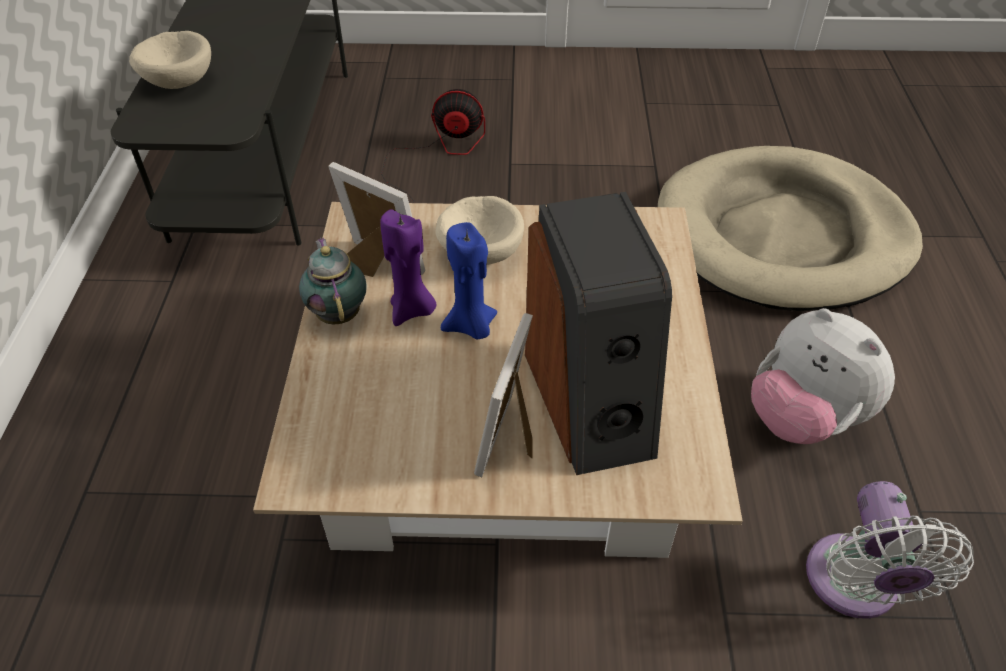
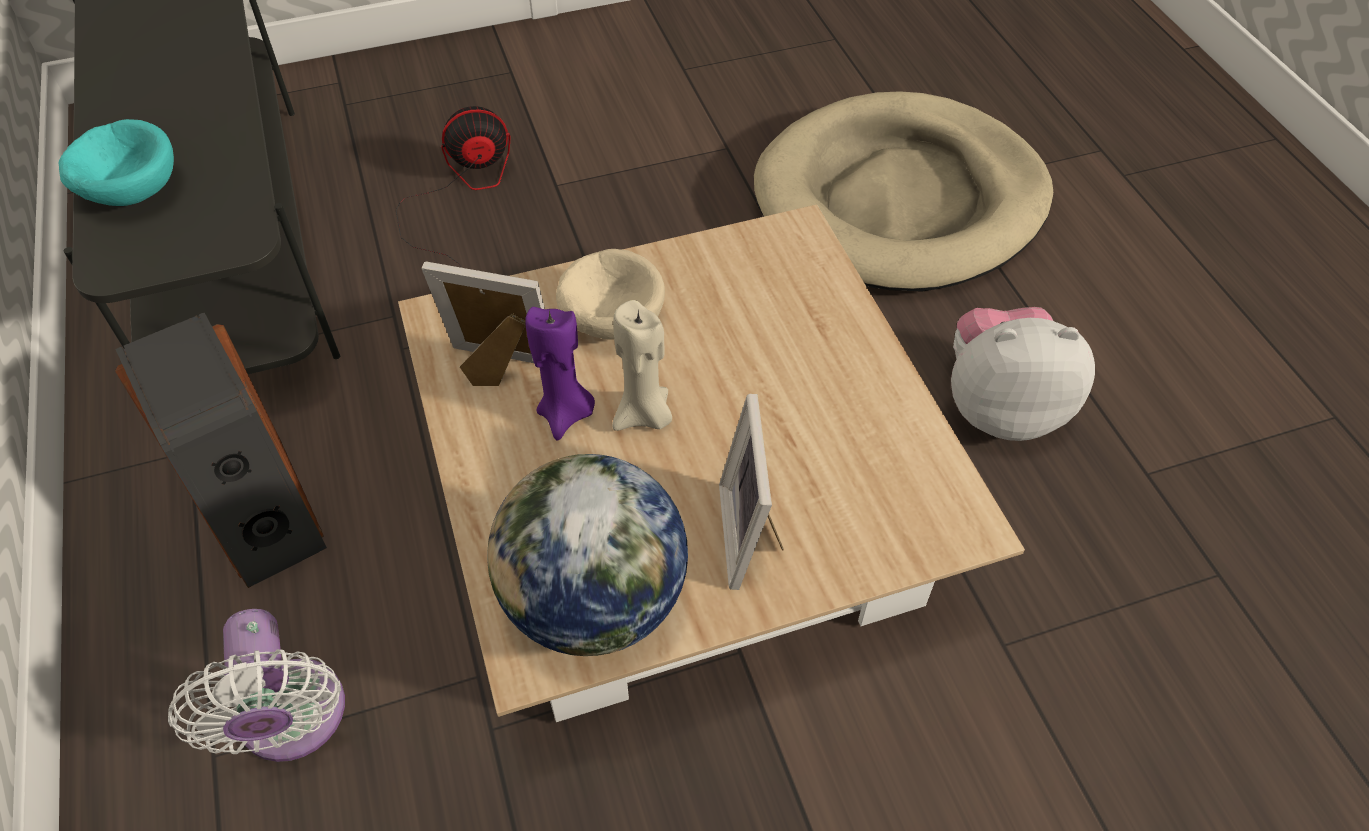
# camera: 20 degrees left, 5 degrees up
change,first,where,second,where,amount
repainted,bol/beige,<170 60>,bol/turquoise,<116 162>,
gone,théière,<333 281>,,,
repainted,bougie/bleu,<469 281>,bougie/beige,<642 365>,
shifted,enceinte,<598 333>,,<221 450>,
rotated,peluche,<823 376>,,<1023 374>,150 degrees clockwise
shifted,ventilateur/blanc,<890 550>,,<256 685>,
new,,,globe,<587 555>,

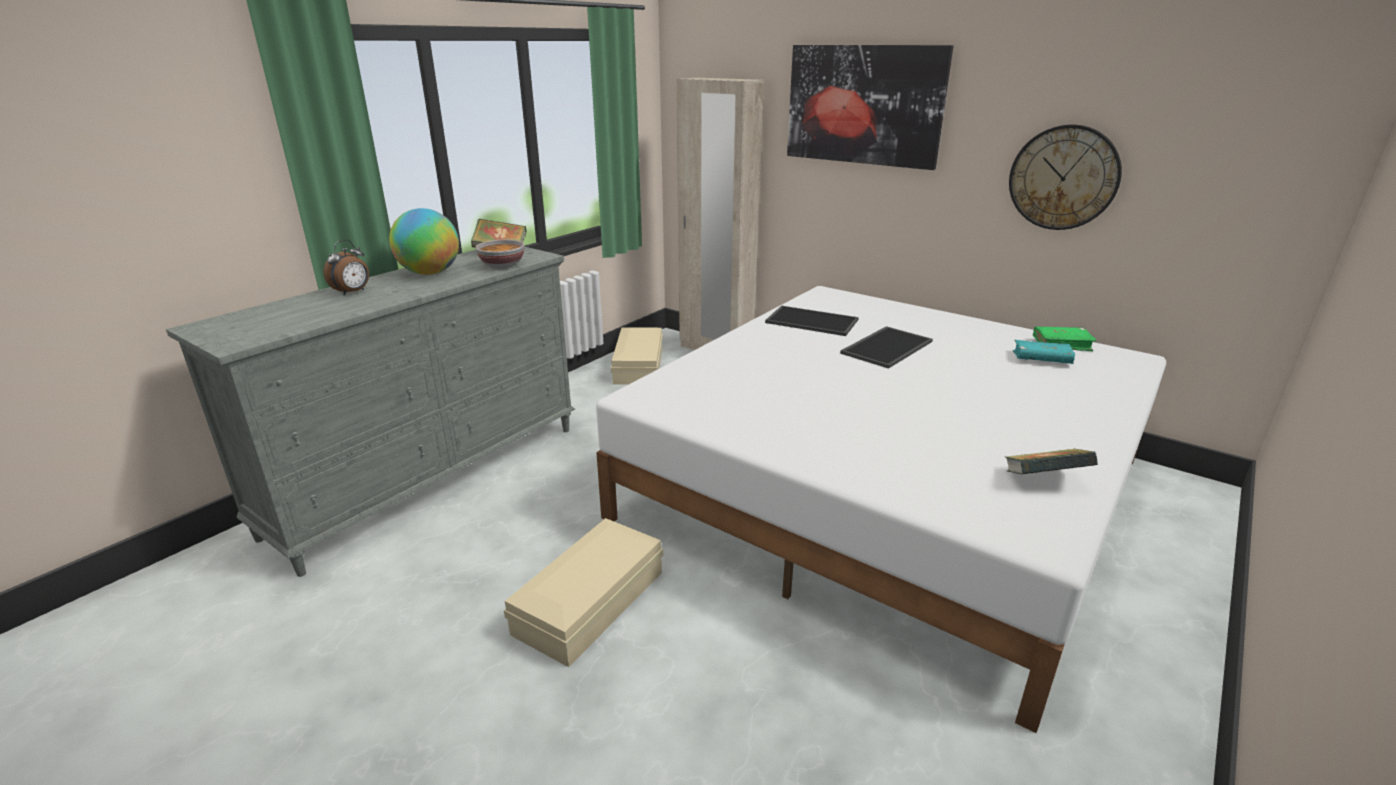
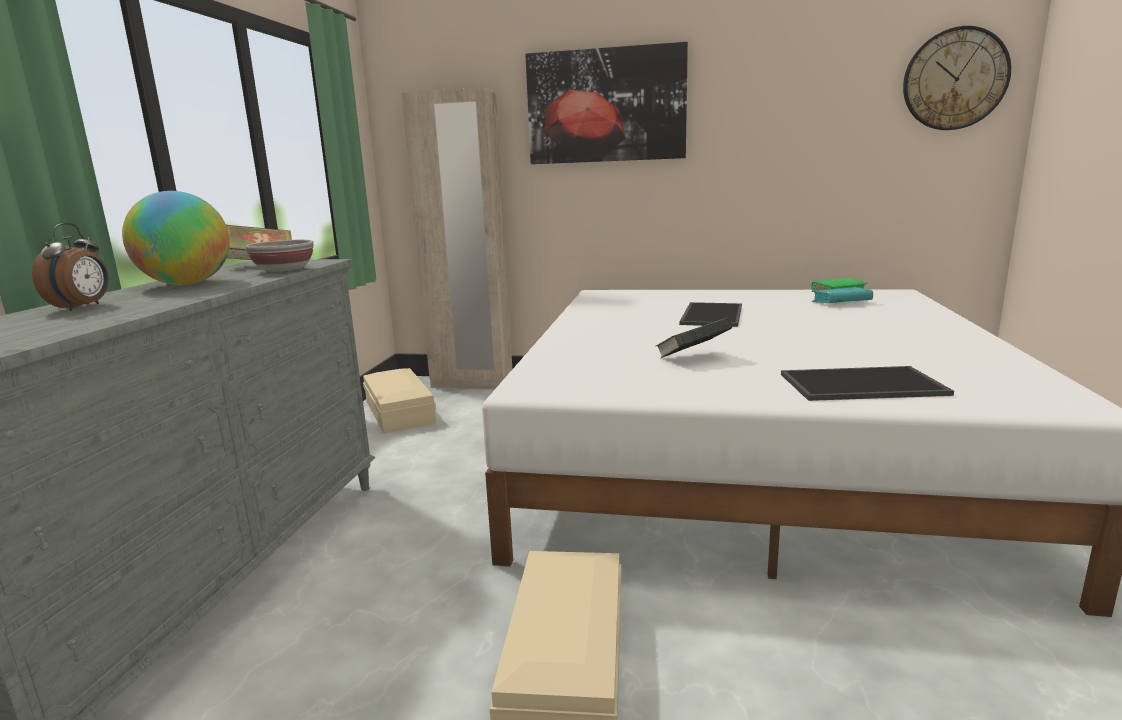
# camera: 25 degrees left, 10 degrees down
change,first,where,second,where,amount
shifted,plateau,<812 321>,,<867 383>,
shifted,livre,<1051 461>,,<694 338>,
shifted,horloge murale,<1065 177>,,<957 78>,

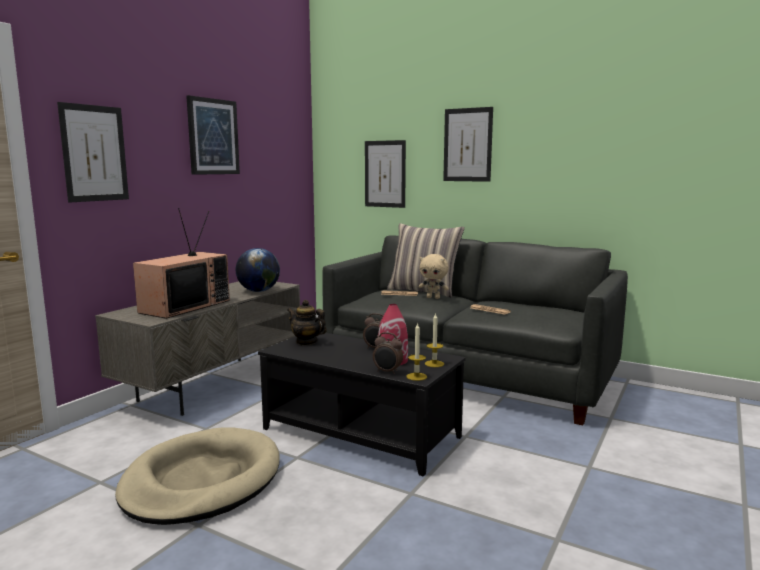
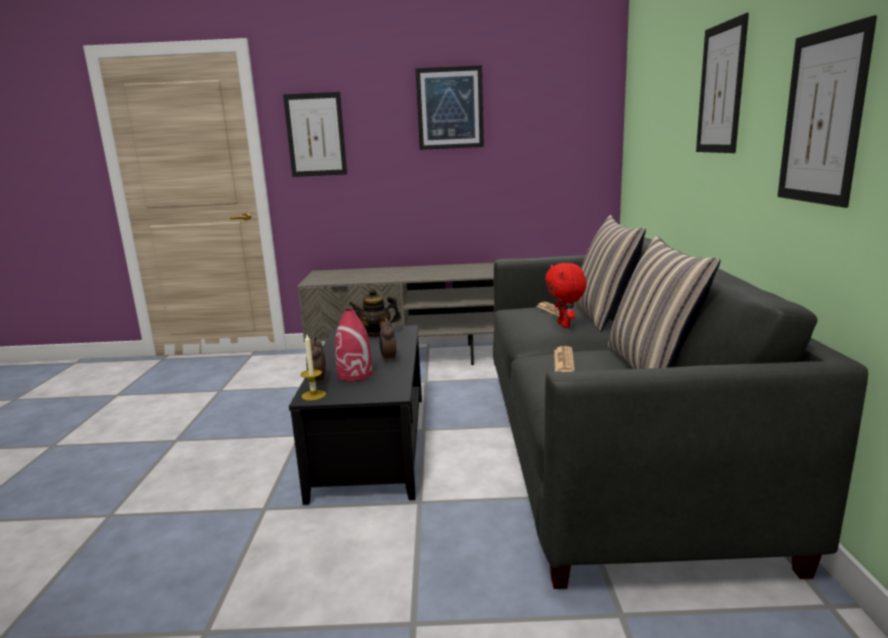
# camera: 60 degrees right, 5 degrees up
change,first,where,second,where,amount
gone,panier pour chien/beige,<197 476>,,,
gone,téléviseur,<181 263>,,,
gone,globe,<258 270>,,,
rotated,théière,<307 322>,,<375 313>,90 degrees counterclockwise
shifted,tableau,<385 174>,,<827 111>,
repainted,peluche/beige,<434 276>,peluche/rouge,<566 295>,
gone,bougie,<434 340>,,,
new,,,coussin,<664 302>,

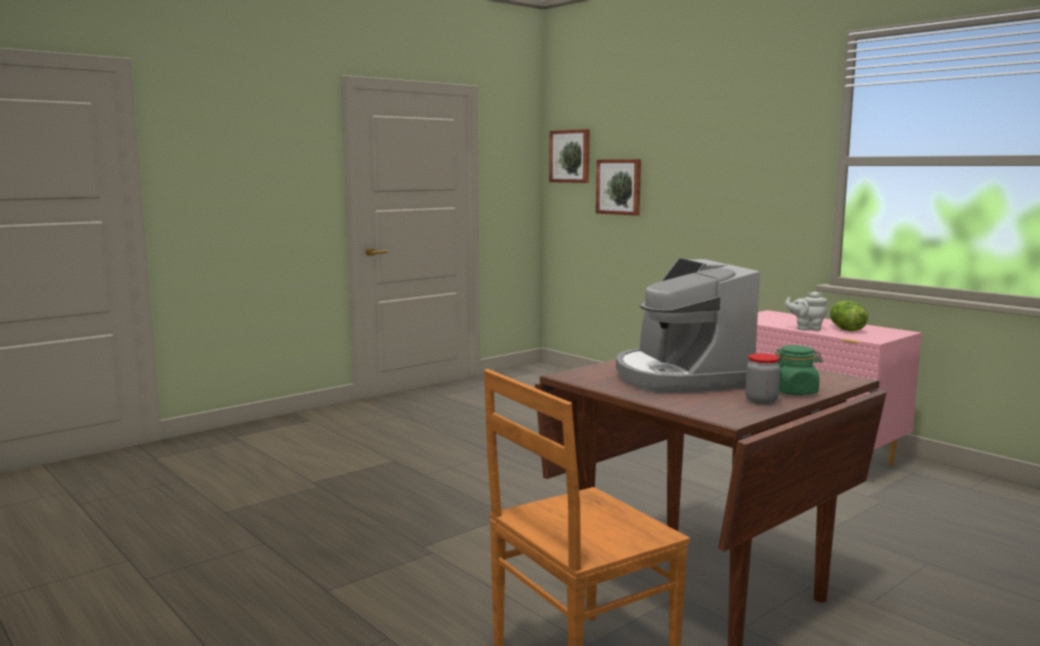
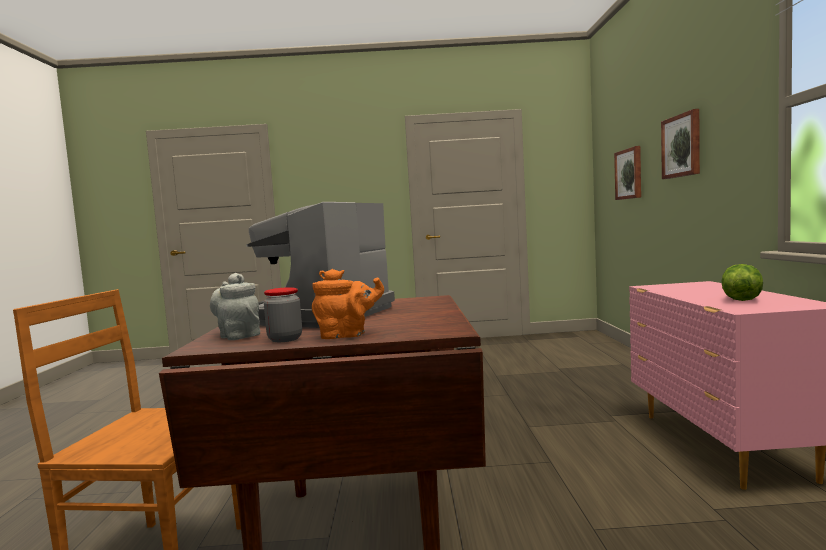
# camera: 40 degrees right, 5 degrees down
change,first,where,second,where,amount
shifted,tableau,<569 156>,,<680 144>,
swapped,bocal/vert,<799 370>,théière/orange,<348 304>,
shifted,théière/gris,<806 311>,,<235 306>,

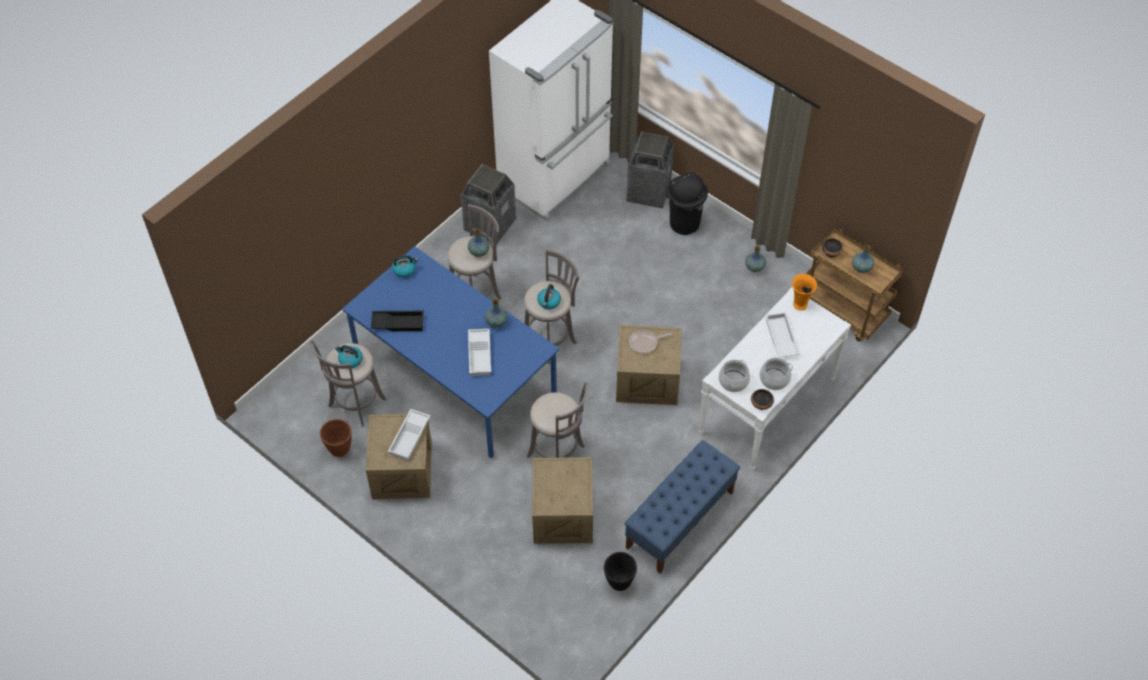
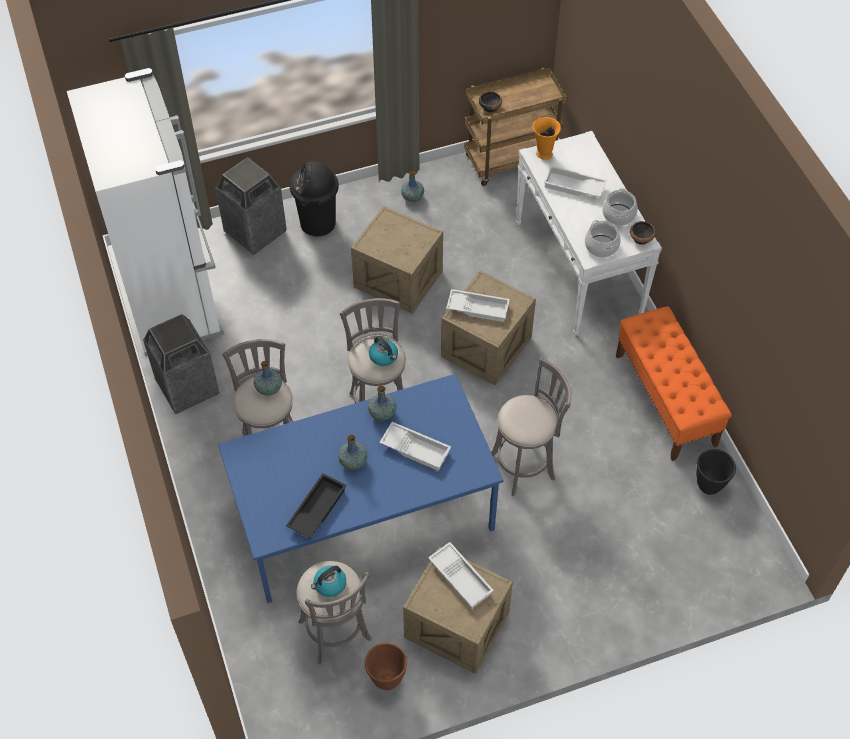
# camera: 60 degrees left, 0 degrees up
change,first,where,second,where,amount
gone,bouilloire,<405 266>,,,
shifted,caisse,<562 500>,,<397 260>,
repainted,banc/bleu,<682 507>,banc/orange,<674 383>,
swapped,poêle,<650 342>,plateau/blanc,<478 305>,
shifted,vase,<863 259>,,<353 452>,

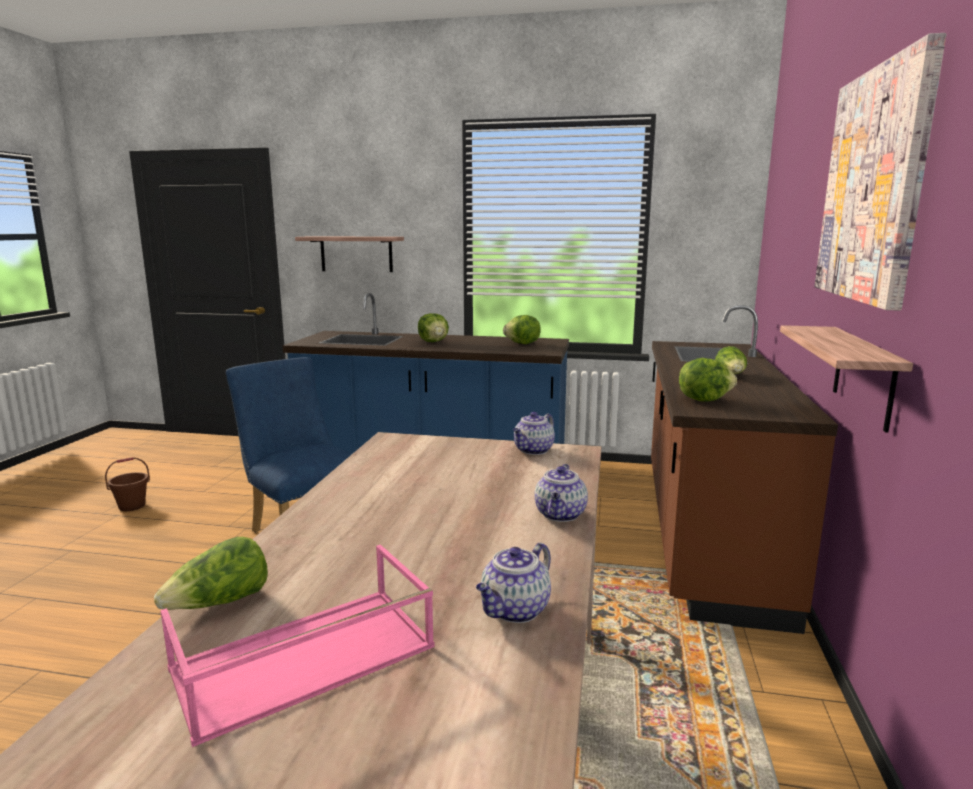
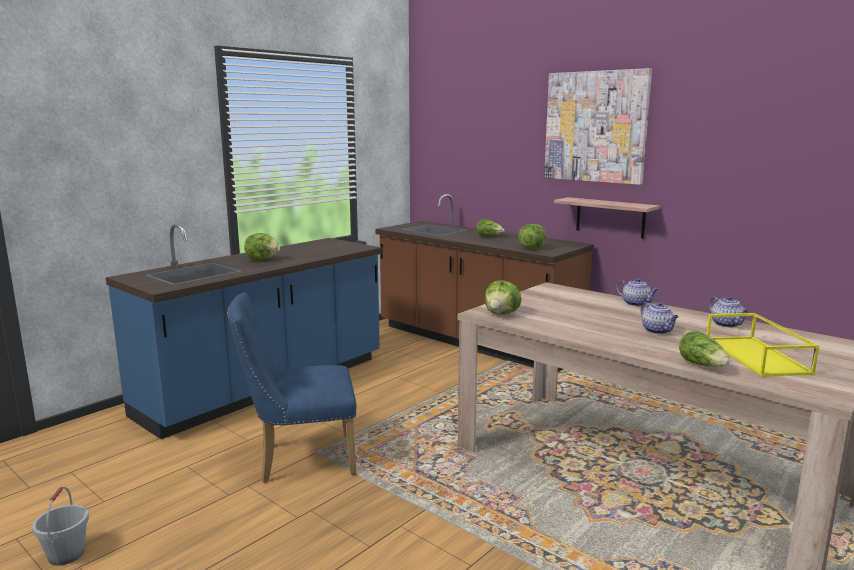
# camera: 60 degrees left, 0 degrees up
change,first,where,second,where,amount
repainted,seau/marron,<127 484>,seau/gris,<60 526>,
repainted,plateau/rose,<297 646>,plateau/jaune,<763 345>,
gone,étagère,<349 254>,,,
shifted,laitue,<522 329>,,<503 297>,
shifted,théière,<534 433>,,<660 318>,

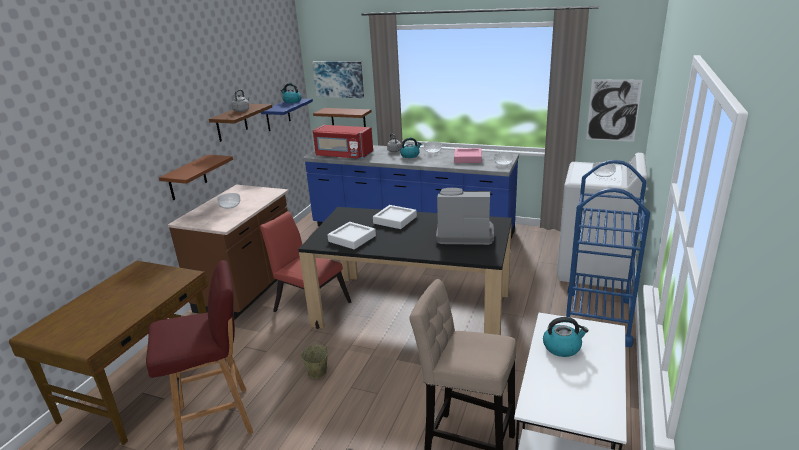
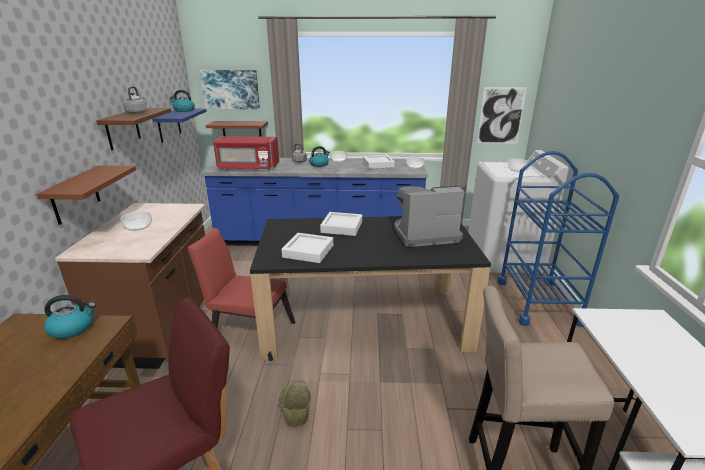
# camera: 20 degrees left, 0 degrees up
change,first,where,second,where,amount
repainted,plateau/rose,<468 155>,plateau/blanc,<379 162>,
shifted,bouilloire,<566 337>,,<70 317>,

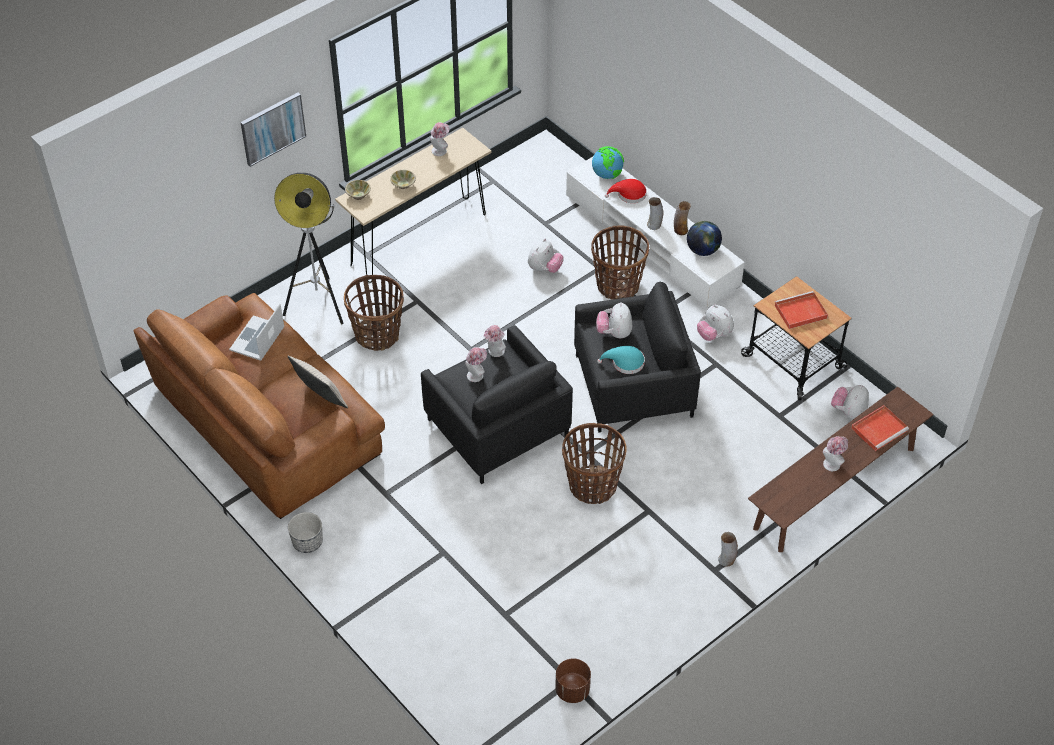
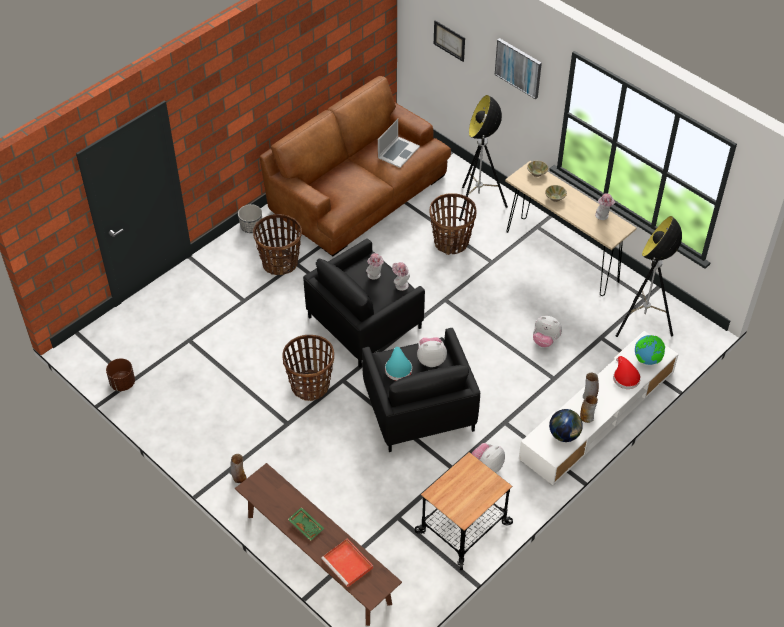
# camera: 85 degrees right, 0 degrees up
change,first,where,second,where,amount
rotated,ordinateur portable,<256 332>,,<399 143>,105 degrees clockwise
gone,coussin/beige,<318 382>,,,
shifted,panier,<620 262>,,<277 244>,
gone,plateau/rouge,<801 310>,,,
swapped,chapeau,<835 453>,plateau/vert,<306 524>,
gone,peluche,<850 402>,,,
new,,,tableau,<449 41>,
new,,,lampadaire,<649 276>,

